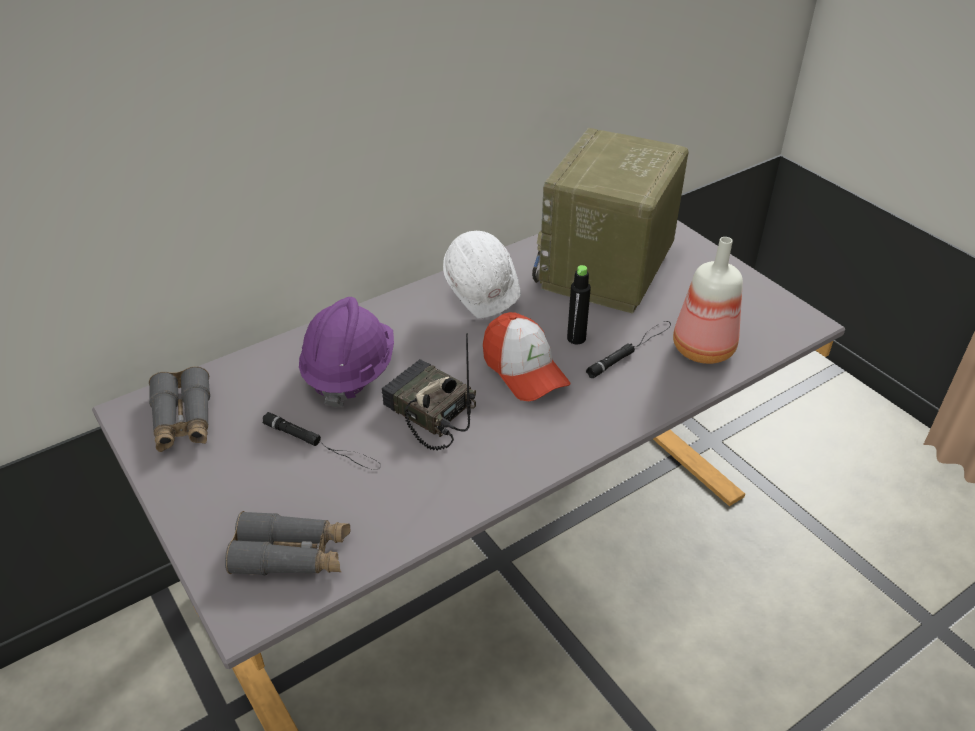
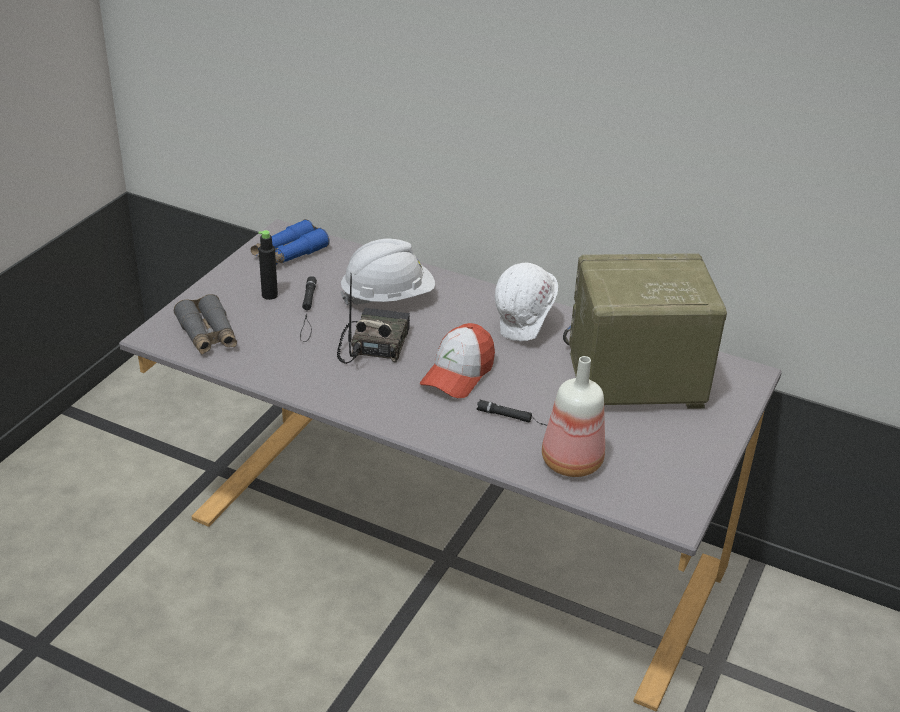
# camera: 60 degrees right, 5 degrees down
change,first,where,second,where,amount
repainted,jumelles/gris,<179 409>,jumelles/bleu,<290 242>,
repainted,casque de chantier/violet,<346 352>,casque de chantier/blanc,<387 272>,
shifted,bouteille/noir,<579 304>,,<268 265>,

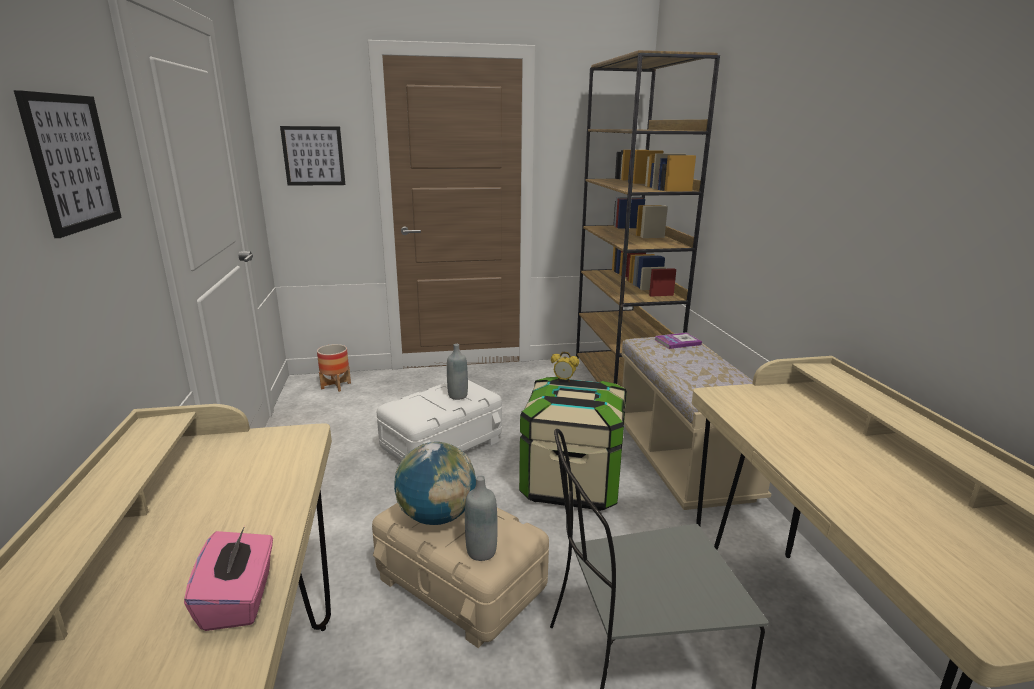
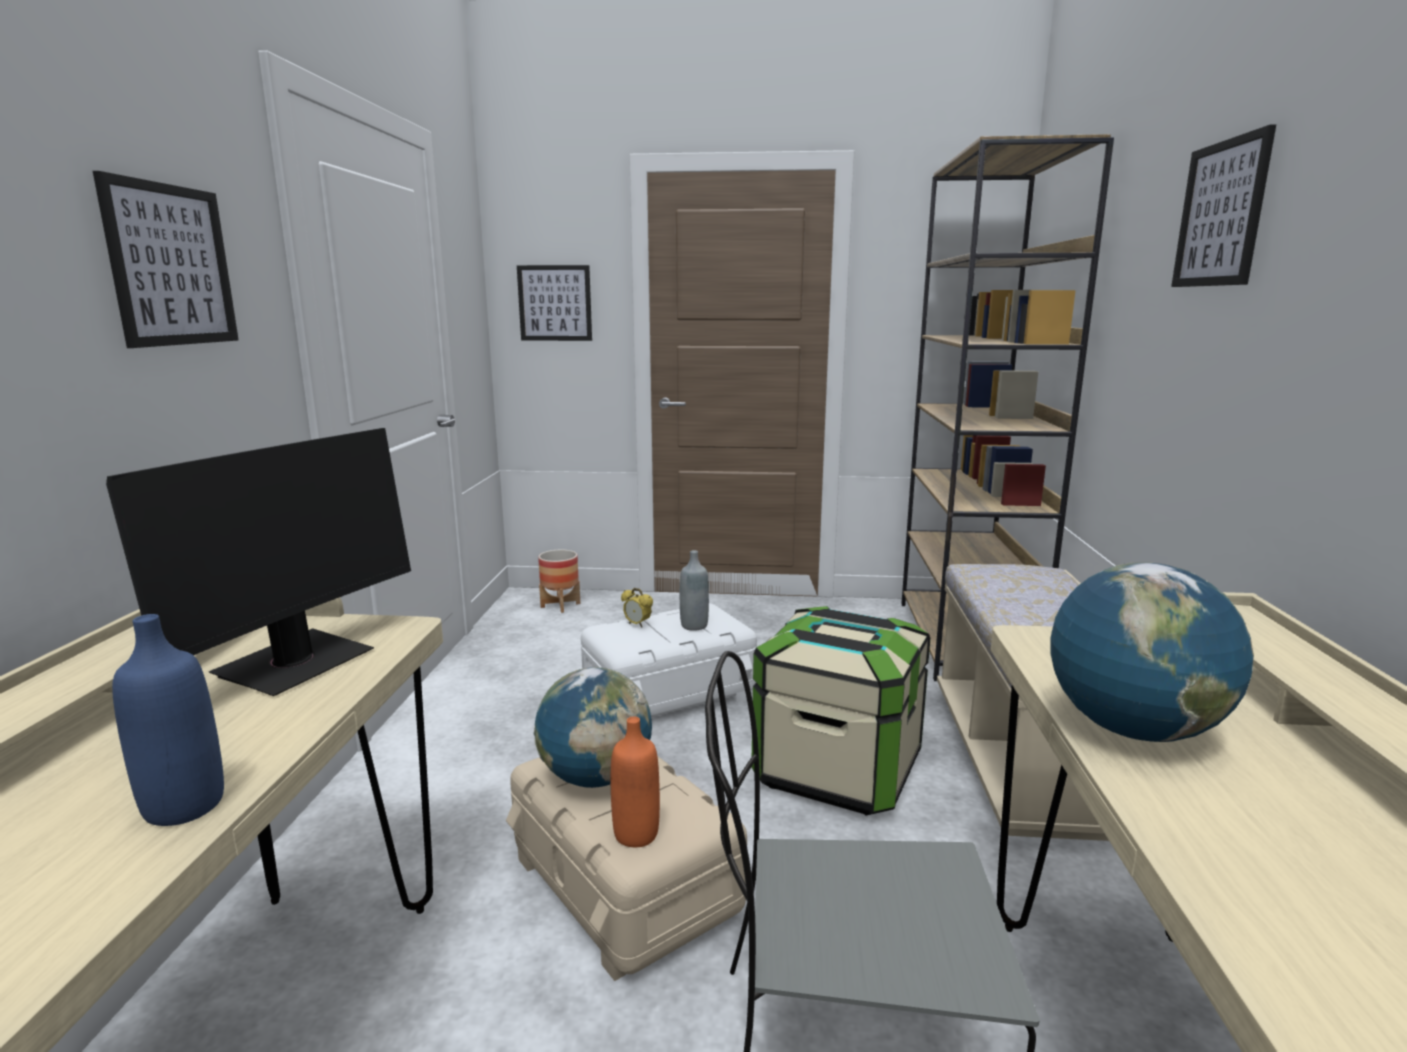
# camera: 15 degrees right, 5 degrees down
change,first,where,second,where,amount
swapped,boîte à mouchoirs/rose,<228 578>,bouteille/bleu,<168 720>,
repainted,bouteille/gris,<481 518>,bouteille/orange,<635 781>,
shifted,réveil,<565 367>,,<637 607>,
gone,livre,<678 341>,,,
new,,,écran d'ordinateur,<258 562>,
new,,,globe,<1152 652>,
new,,,tableau,<1223 205>,

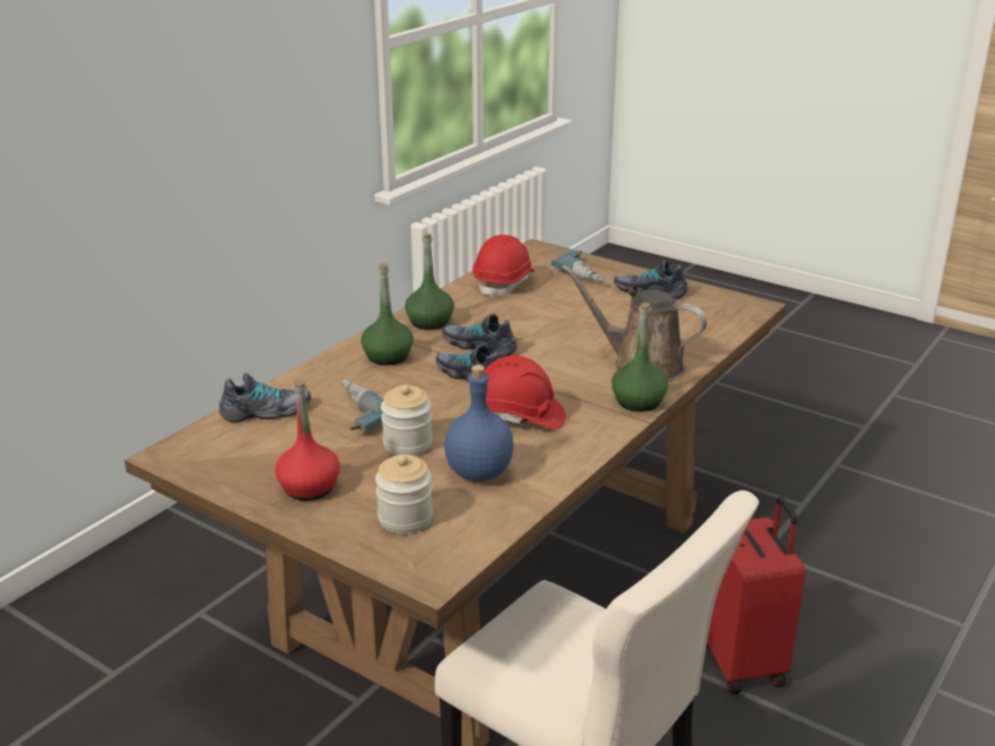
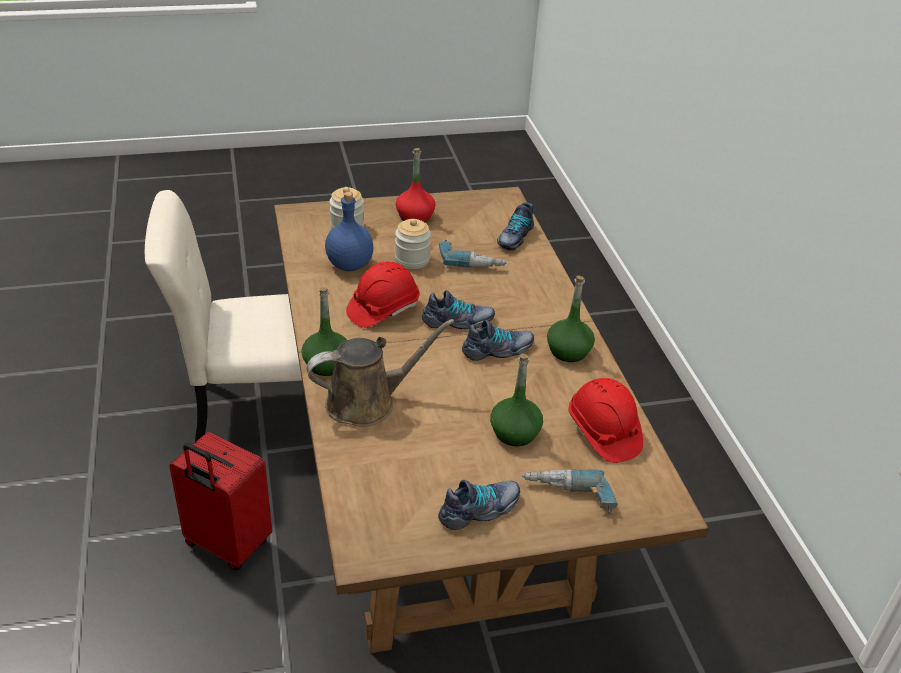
# camera: 130 degrees right, 10 degrees up
change,first,where,second,where,amount
shifted,bouteille/vert,<387 314>,,<516 400>,

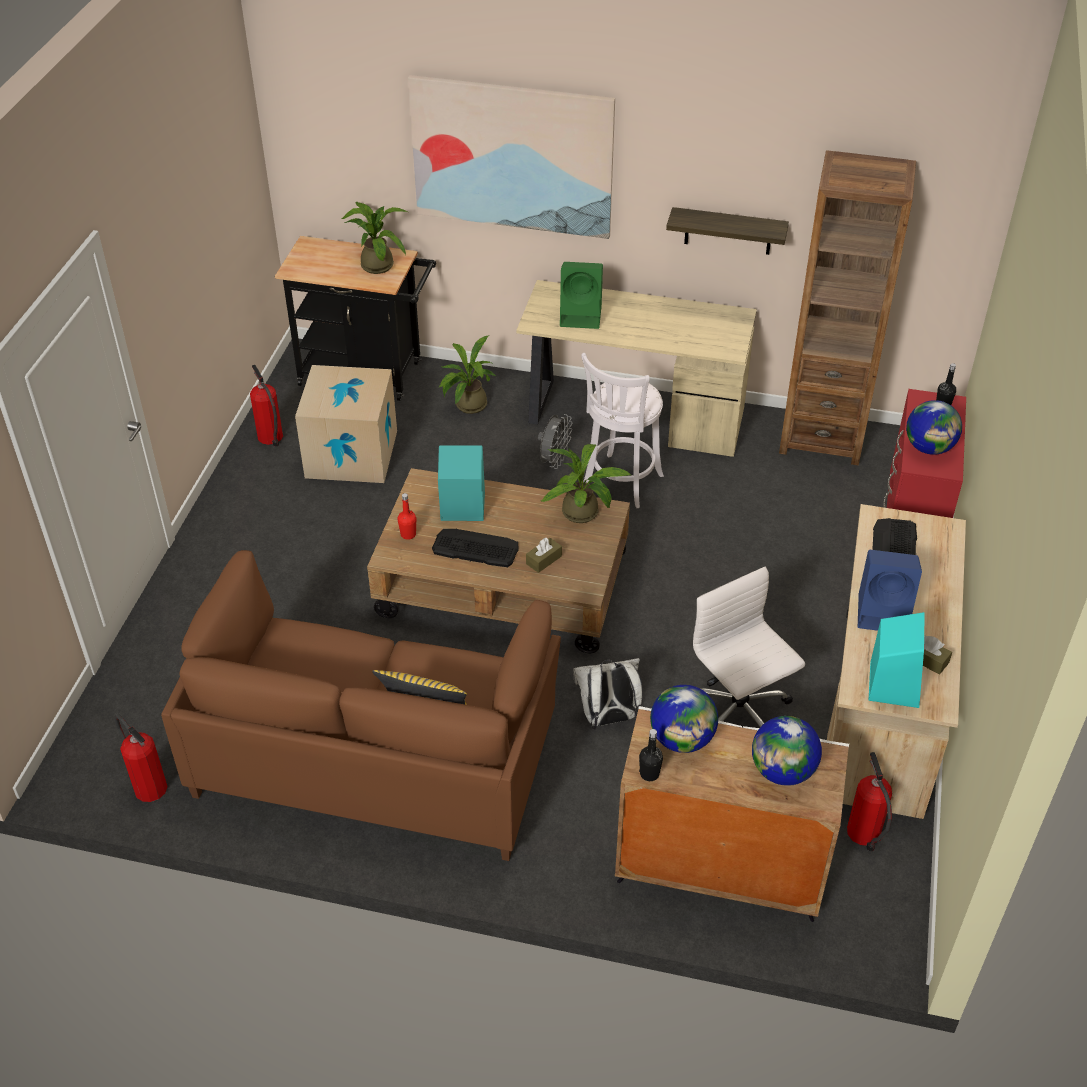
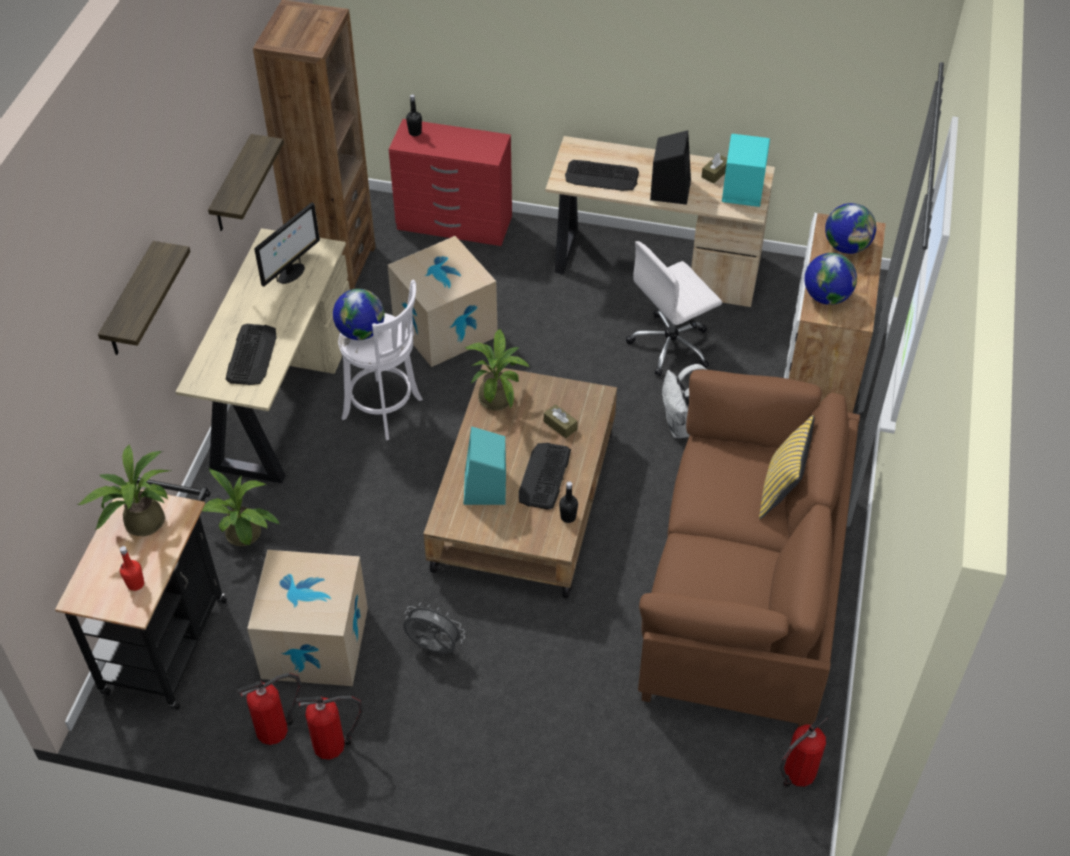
# camera: 90 degrees left, 5 degrees up
change,first,where,second,where,amount
shifted,bouteille/rouge,<407 516>,,<132 568>,
swapped,tableau,<511 157>,étagère,<144 298>,
shifted,ventilateur/gris,<555 441>,,<434 628>,
swapped,enceinte/vert,<581 295>,clavier,<251 354>,
shifted,bouteille/noir,<651 755>,,<568 502>,
shifted,extincteur,<869 802>,,<329 728>,
repainted,enceinte/bleu,<890 590>,enceinte/noir,<670 167>,
shifted,globe,<934 427>,,<359 314>,
new,,,écran d'ordinateur,<287 244>,
new,,,carton,<442 301>,

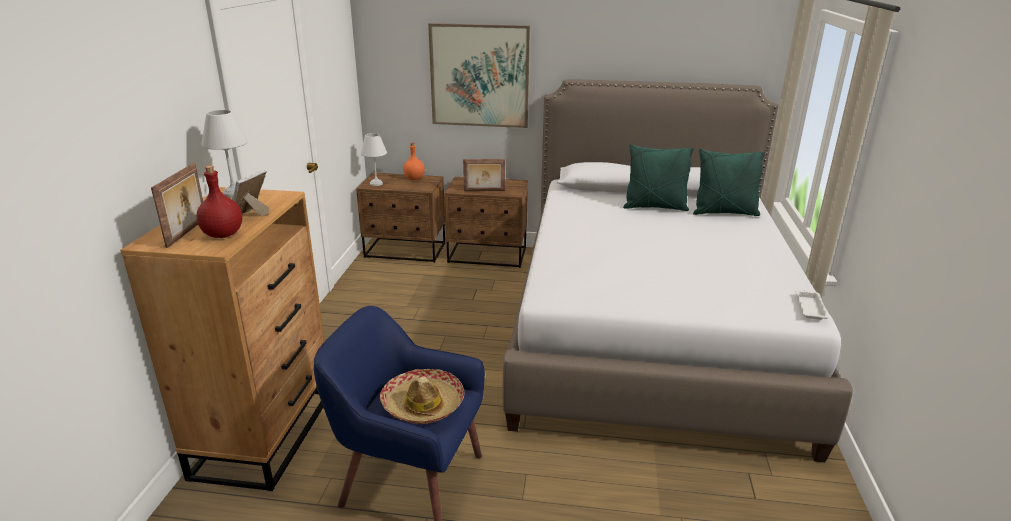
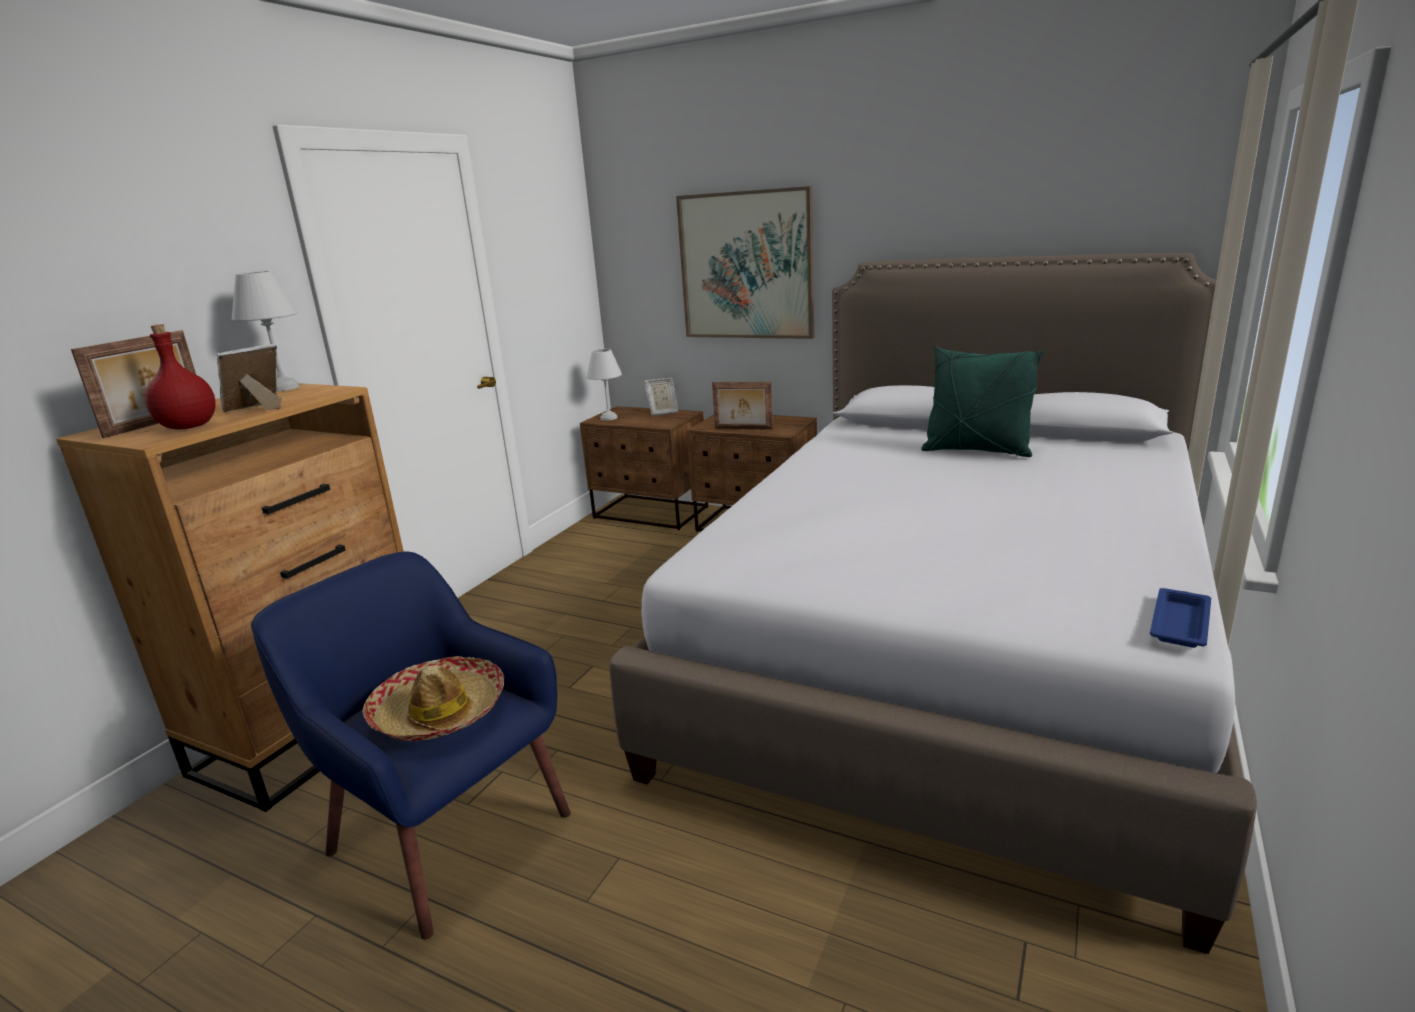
# camera: 20 degrees right, 5 degrees down
change,first,where,second,where,amount
swapped,bouteille/orange,<414 161>,cadre photo,<661 397>,
gone,coussin/vert,<729 182>,,,
repainted,plateau/blanc,<811 305>,plateau/bleu,<1180 618>,

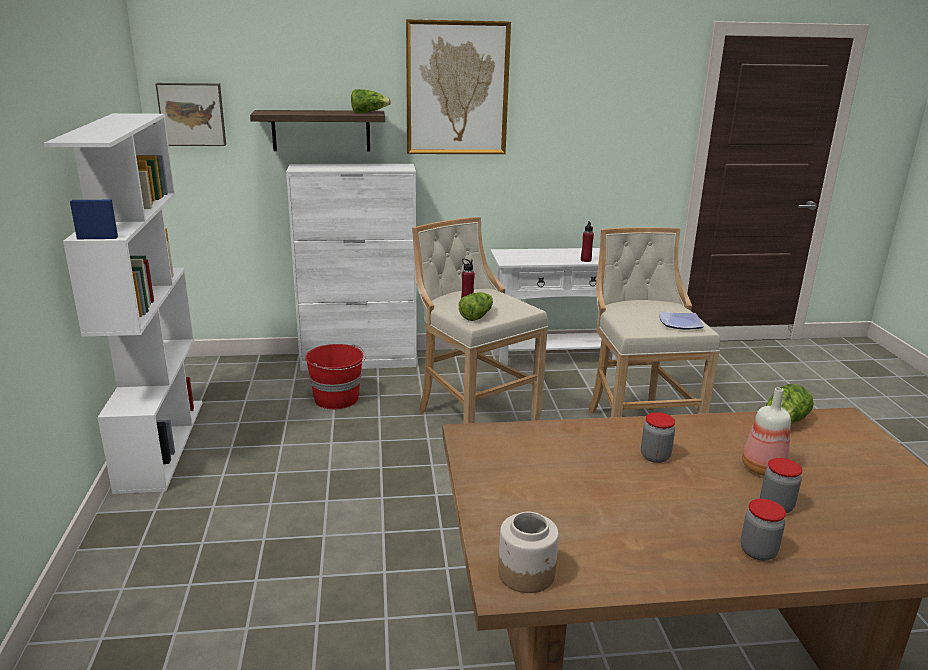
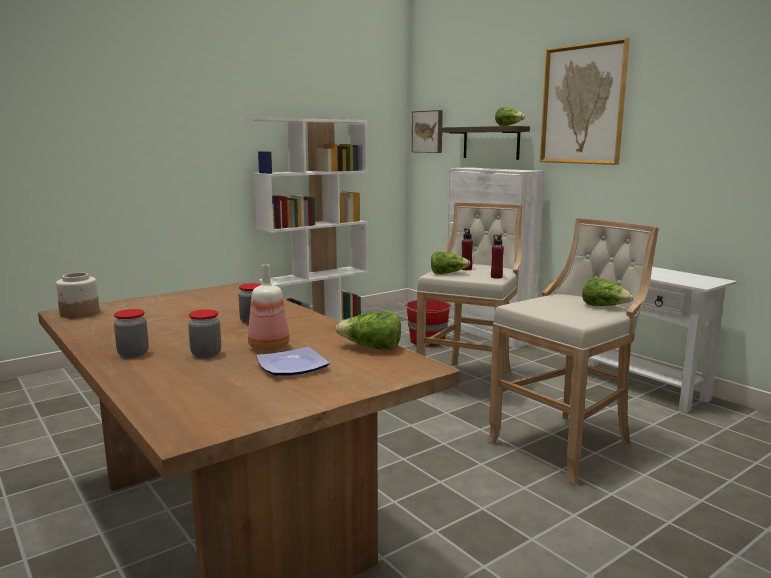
# camera: 60 degrees right, 10 degrees down
change,first,where,second,where,amount
shifted,bouteille/rouge,<587 241>,,<497 256>,
shifted,assiette,<681 320>,,<293 361>,
new,,,laitue,<607 291>,

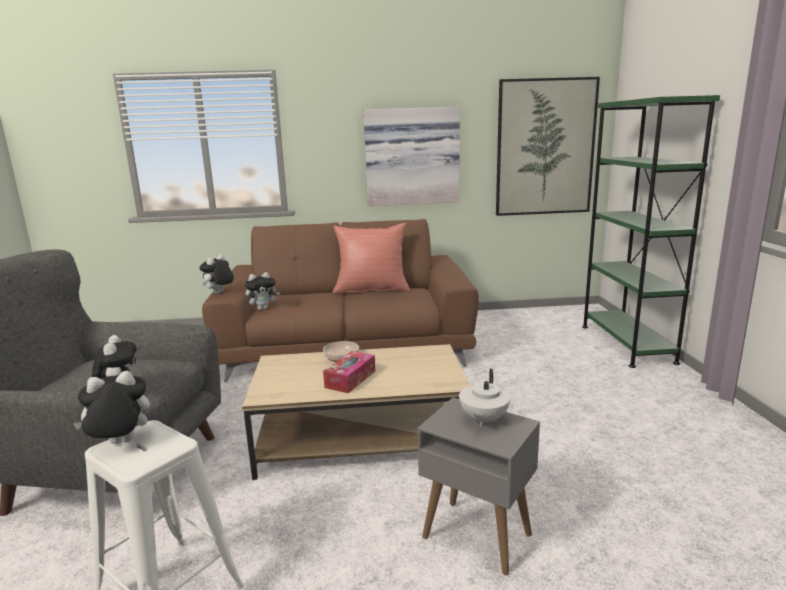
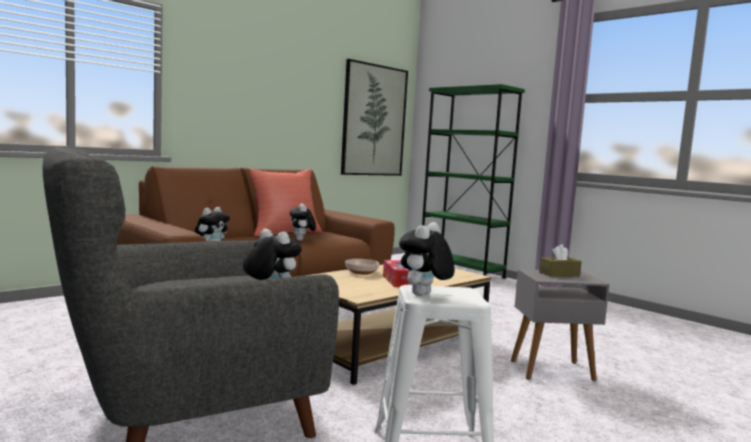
# camera: 40 degrees left, 10 degrees down
change,first,where,second,where,amount
shifted,peluche,<216 274>,,<303 222>,
gone,tableau,<412 156>,,,
swapped,théière/blanc,<484 397>,boîte à mouchoirs/marron,<560 260>,

